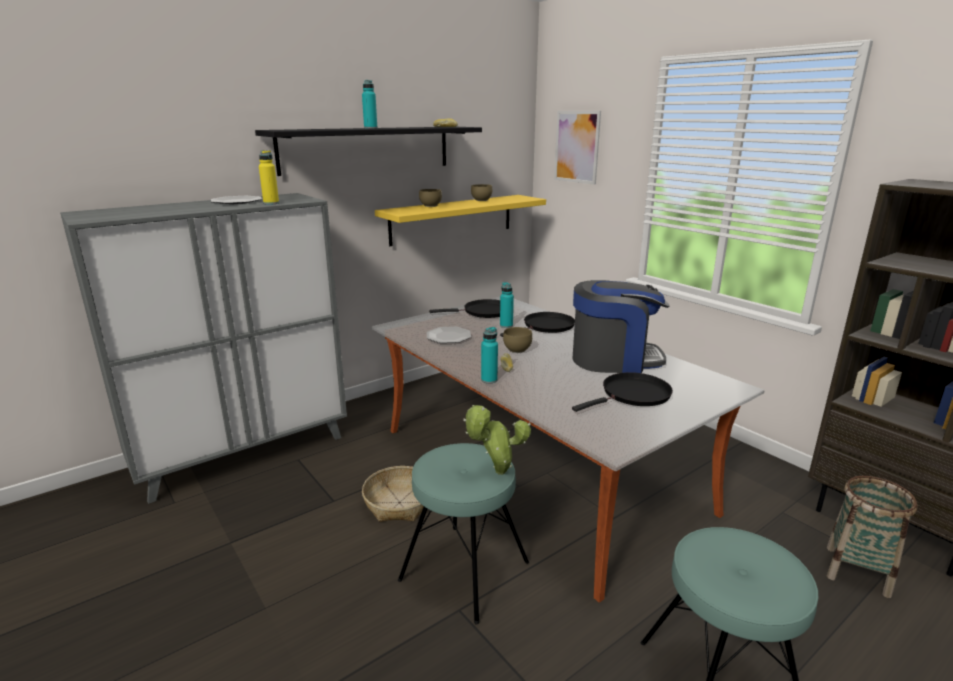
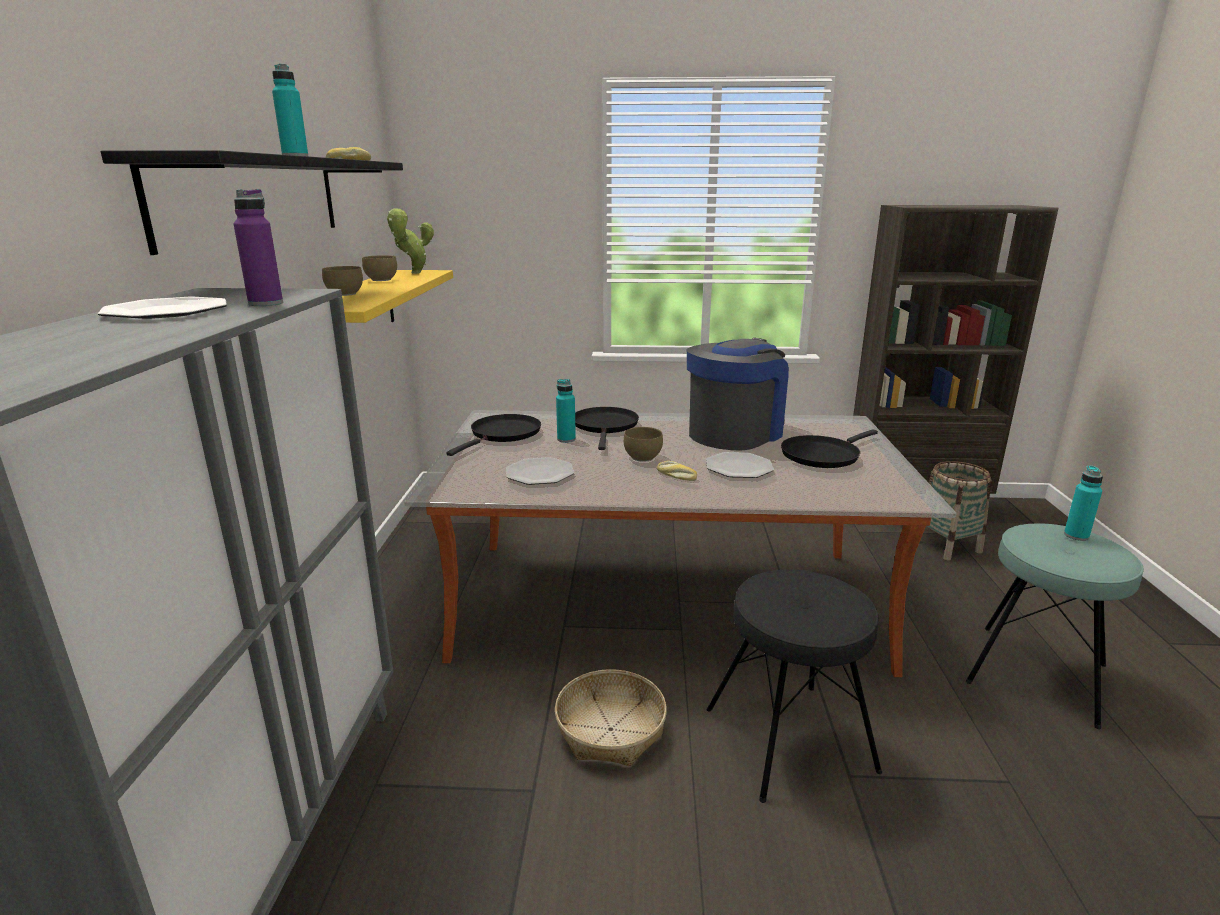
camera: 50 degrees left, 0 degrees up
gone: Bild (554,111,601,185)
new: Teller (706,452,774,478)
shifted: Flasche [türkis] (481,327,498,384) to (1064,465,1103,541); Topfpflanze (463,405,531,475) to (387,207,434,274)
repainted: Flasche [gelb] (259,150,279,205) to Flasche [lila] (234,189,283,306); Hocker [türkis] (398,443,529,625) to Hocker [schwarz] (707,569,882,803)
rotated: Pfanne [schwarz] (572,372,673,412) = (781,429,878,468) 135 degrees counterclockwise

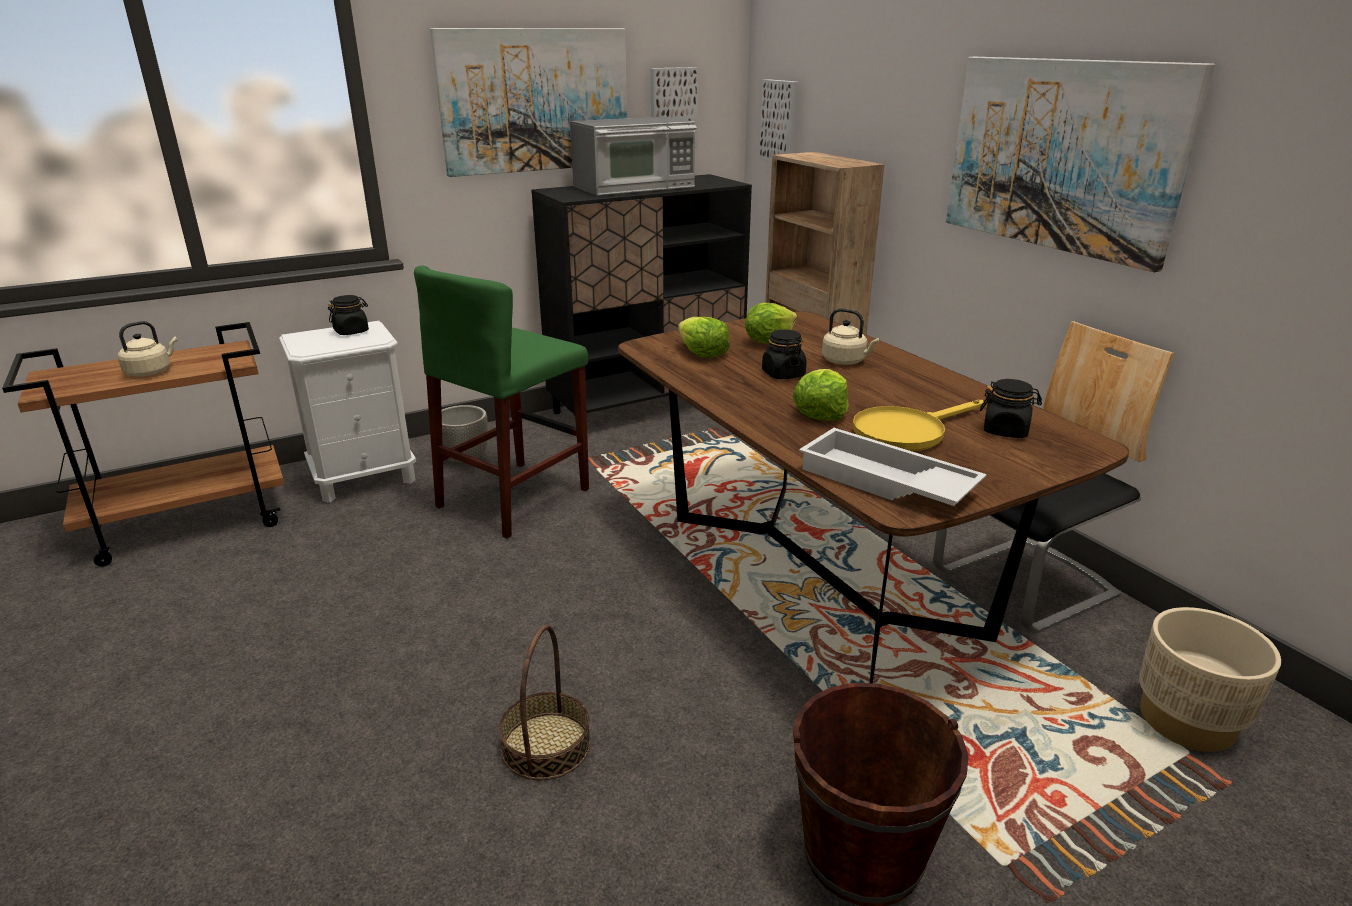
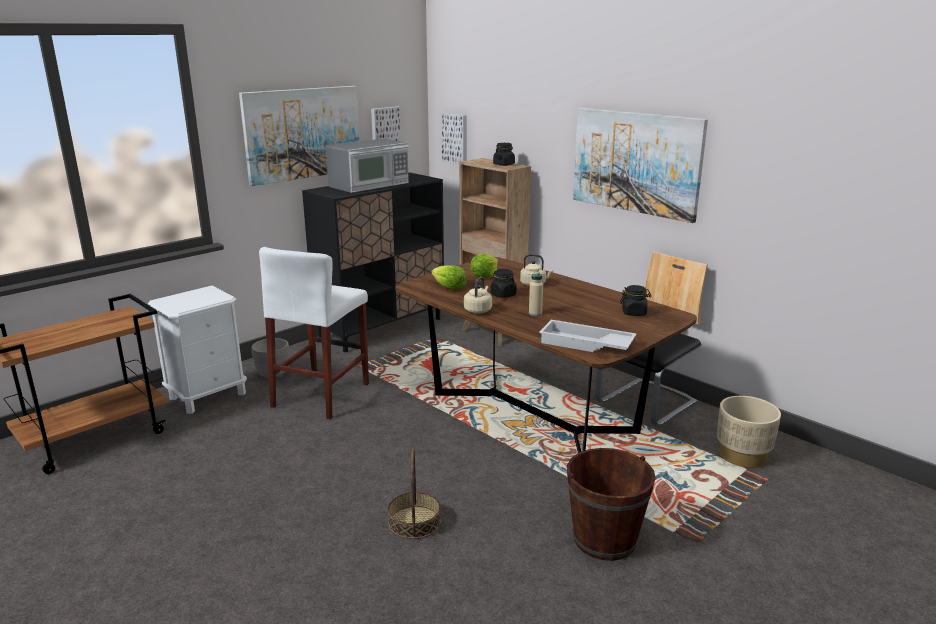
camera: 15 degrees left, 5 degrees down
gone: Pfanne [gelb] (853,400,983,451)
shifted: Vorratsglas [schwarz] (328,295,369,335) to (493,143,515,166); Wasserkessel [beige] (118,321,177,377) to (464,276,492,313)
swapped: Salatkopf (793,369,849,421) to Flasche [beige] (529,271,543,316)
repainted: Hocker [grün] (414,265,589,538) to Hocker [weiß] (259,247,369,419)

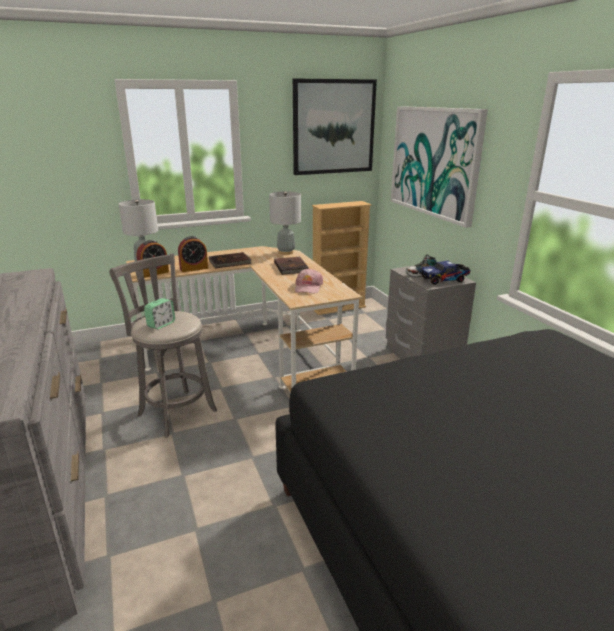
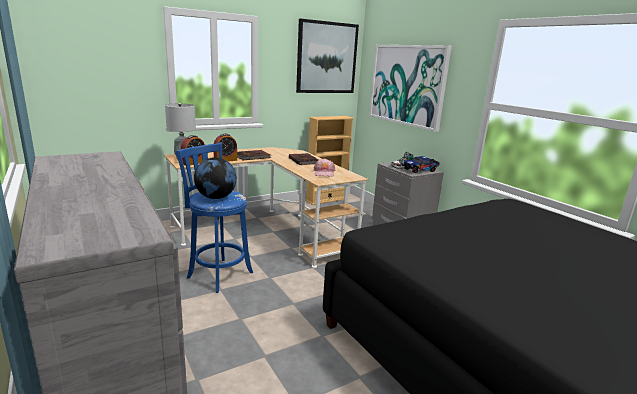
camera: 10 degrees left, 5 degrees down
gone: Tischlampe [grau] (269,191,301,255)
swapped: Wecker (144,298,175,329) to Globus (194,157,237,199)
repainted: Hocker [grau] (109,254,217,438) to Hocker [blau] (176,142,253,293)

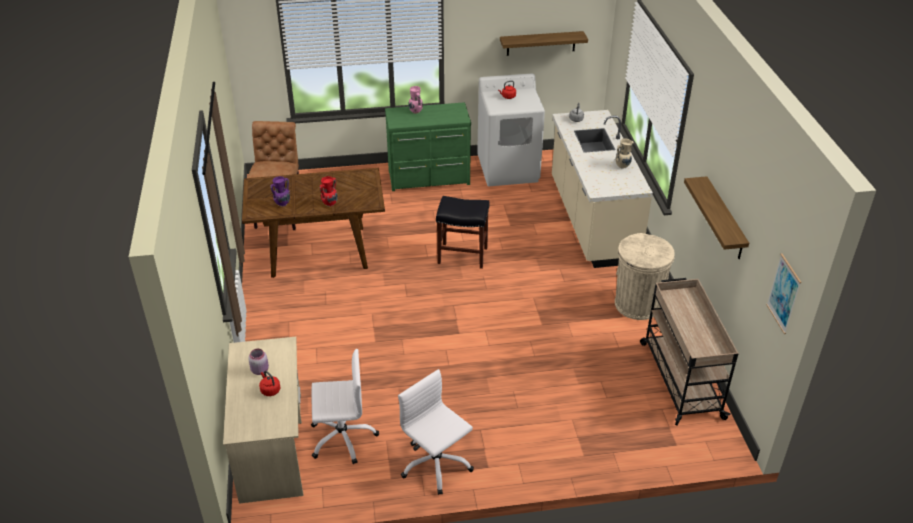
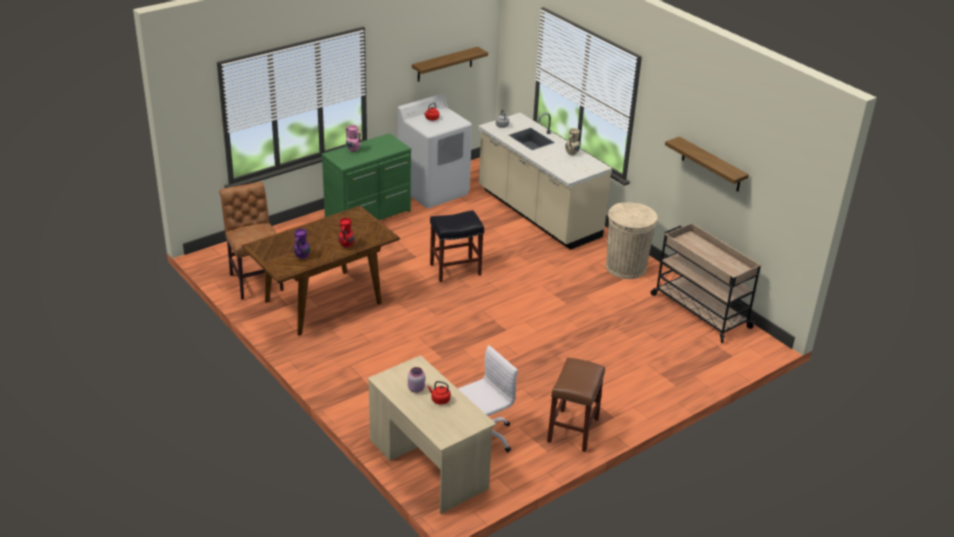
camera: 30 degrees left, 5 degrees down
gone: Bild (766,253,802,334)
swapped: Bürostuhl [weiß] (398,369,474,495) to Hocker [braun] (547,357,605,452)

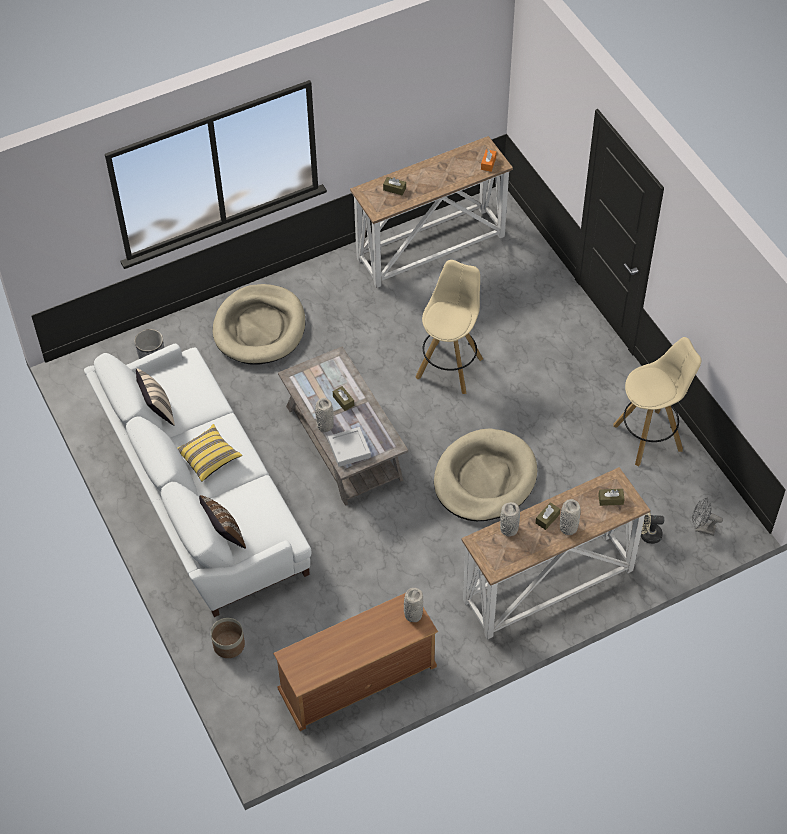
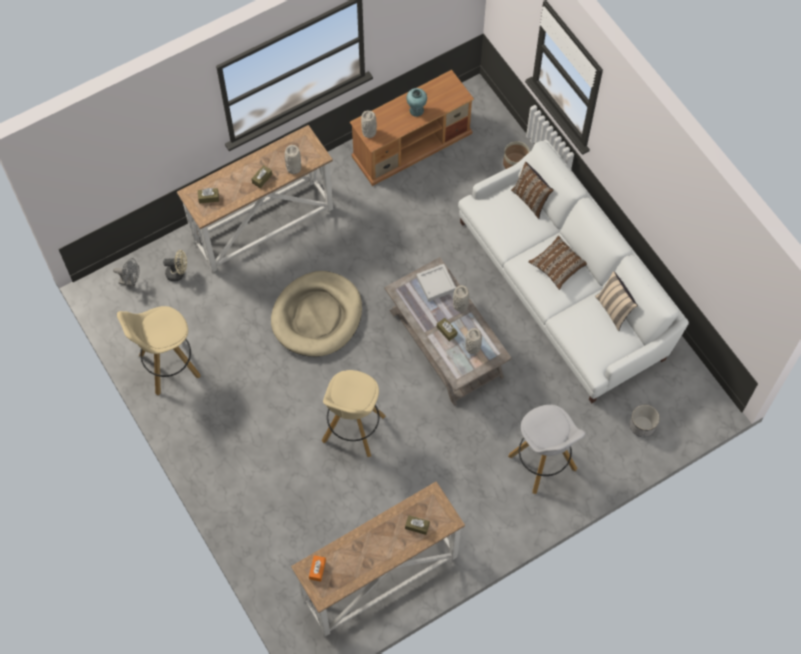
camera: 175 degrees right, 10 degrees up
new: Vase [türkis] (406,88,427,117)
shifted: Vase [grau] (560,499,580,535) to (465,328,482,354)
swapped: Hundebett [beige] (213,284,306,365) to Hocker [weiß] (508,405,586,494)
repainted: Kissen [gelb] (177,424,242,482) to Kissen [braun] (528,236,587,290)

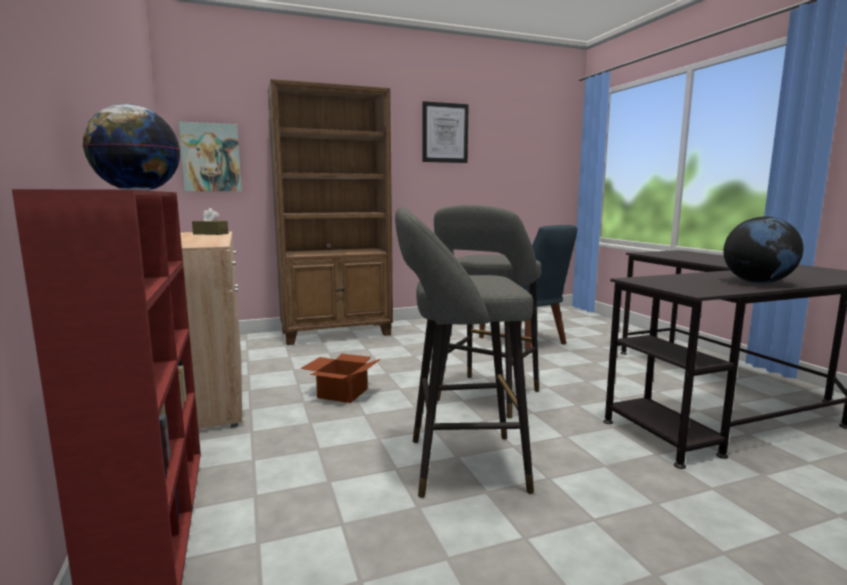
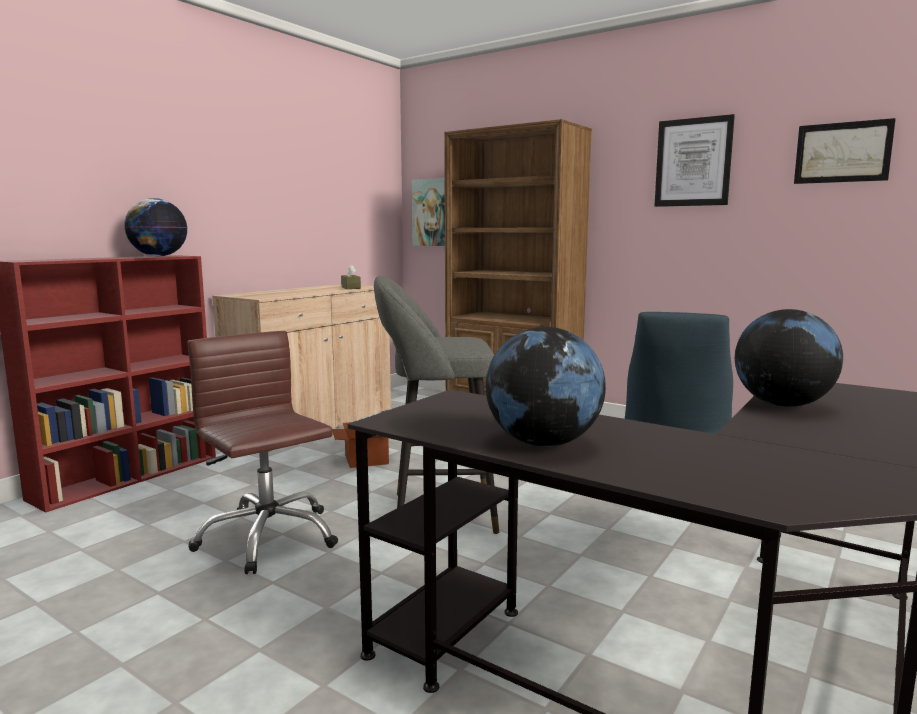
camera: 55 degrees right, 0 degrees up
new: Bild (794,118,896,184); Globus (735,309,843,407)
swapped: Hocker [grau] (395,207,534,498) to Bürostuhl [braun] (187,331,338,574)

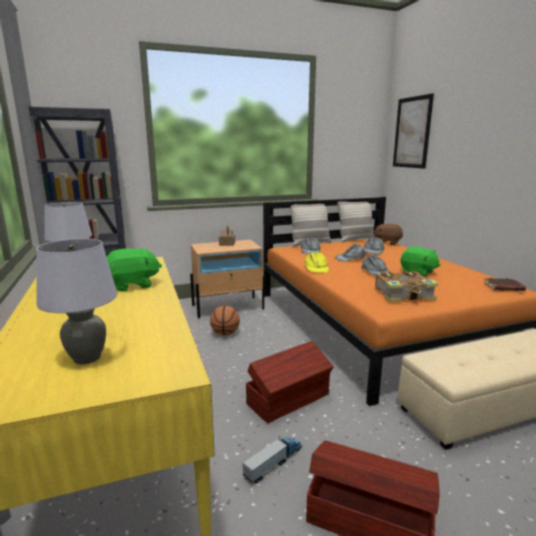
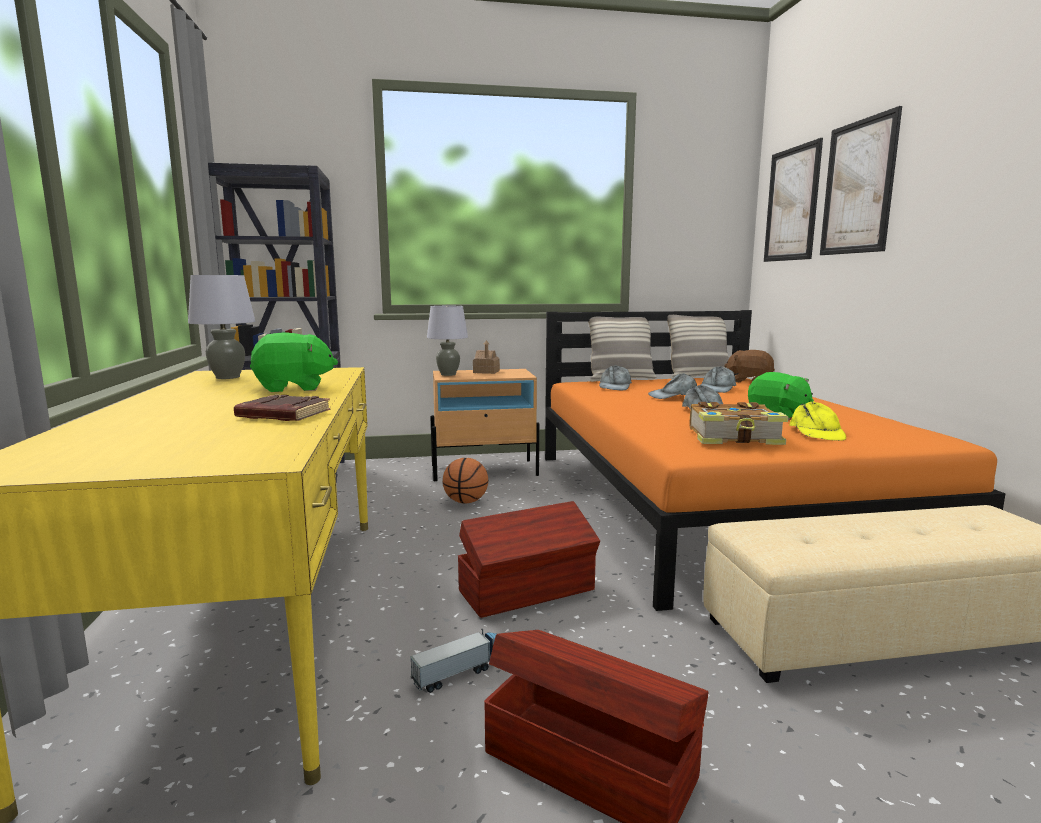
camera: 10 degrees right, 5 degrees down
new: Bild (820,106,902,255)
shifted: Tischlampe [grau] (36,238,117,364) to (427,306,468,376); Kappe [gelb] (304,252,329,273) to (789,401,846,441); Buch [braun] (484,278,526,291) to (234,394,331,421)

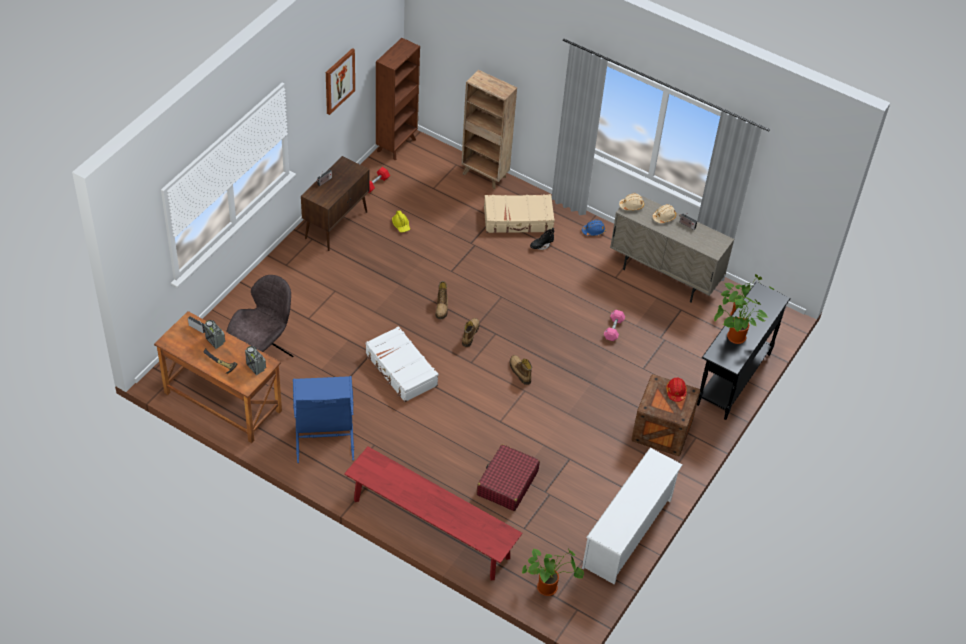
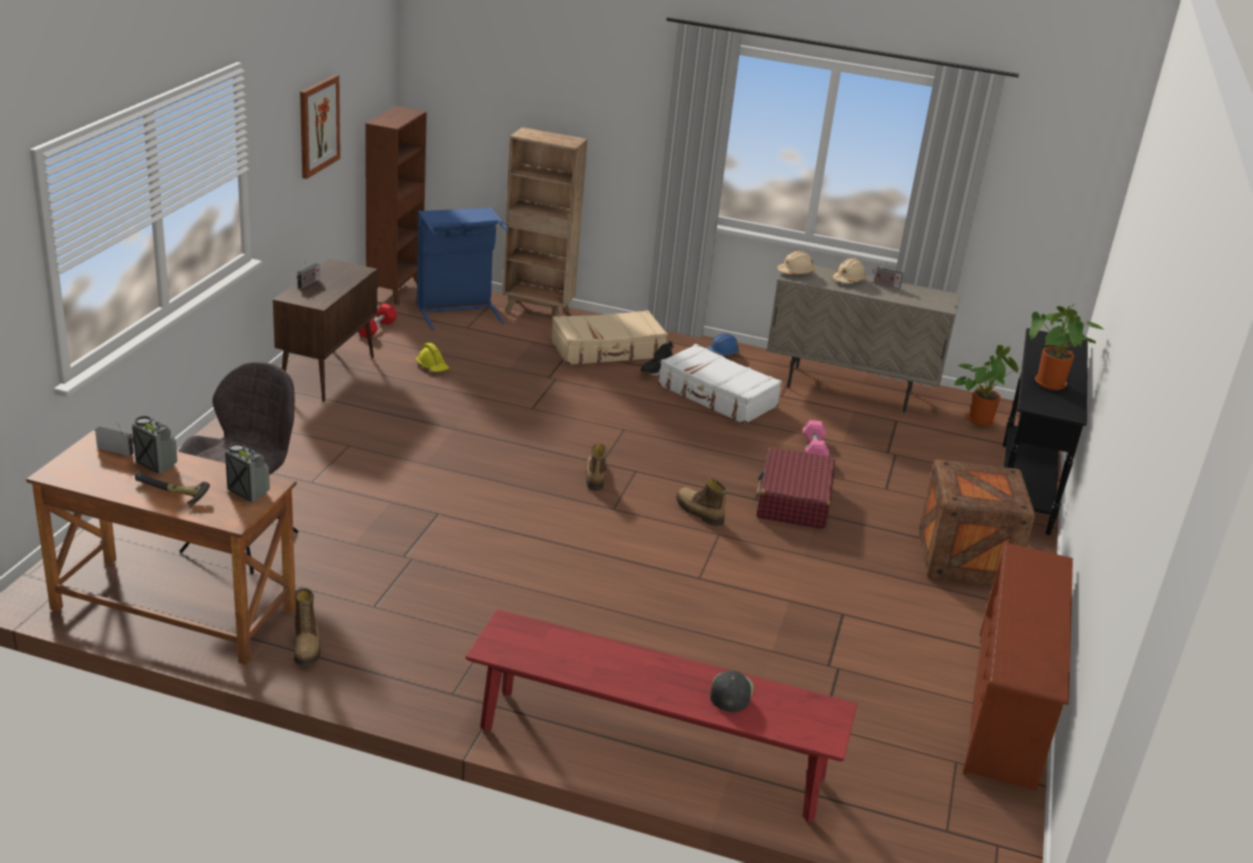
camera: 15 degrees left, 20 degrees down
gone: Schutzhelm [rot] (666,377,687,402); Topfpflanze (522,548,584,596)
new: Kappe [schwarz] (710,670,754,712)
shifted: Stiefel (435,281,448,319) to (294,588,321,666); Koffer [weiß] (365,326,439,402) to (658,344,782,424); Wäschekorb [blau] (293,376,354,463) to (416,207,509,330); Koffer [rot] (477,444,540,511) to (756,448,835,529)
repainted: Schuhregal [weiß] (582,448,683,584) to Schuhregal [braun] (963,542,1073,791)

